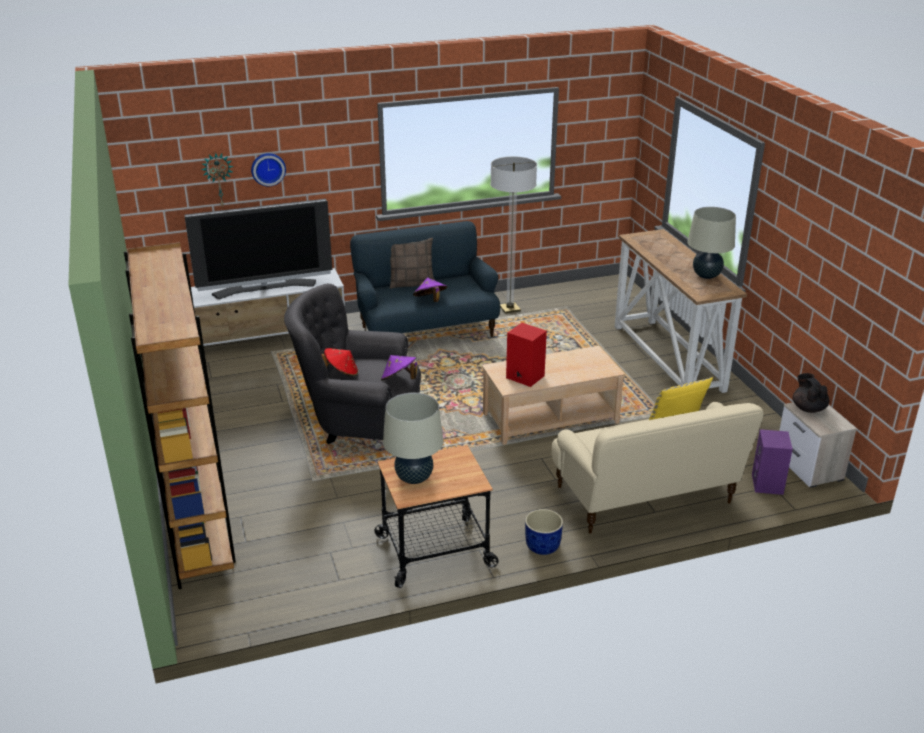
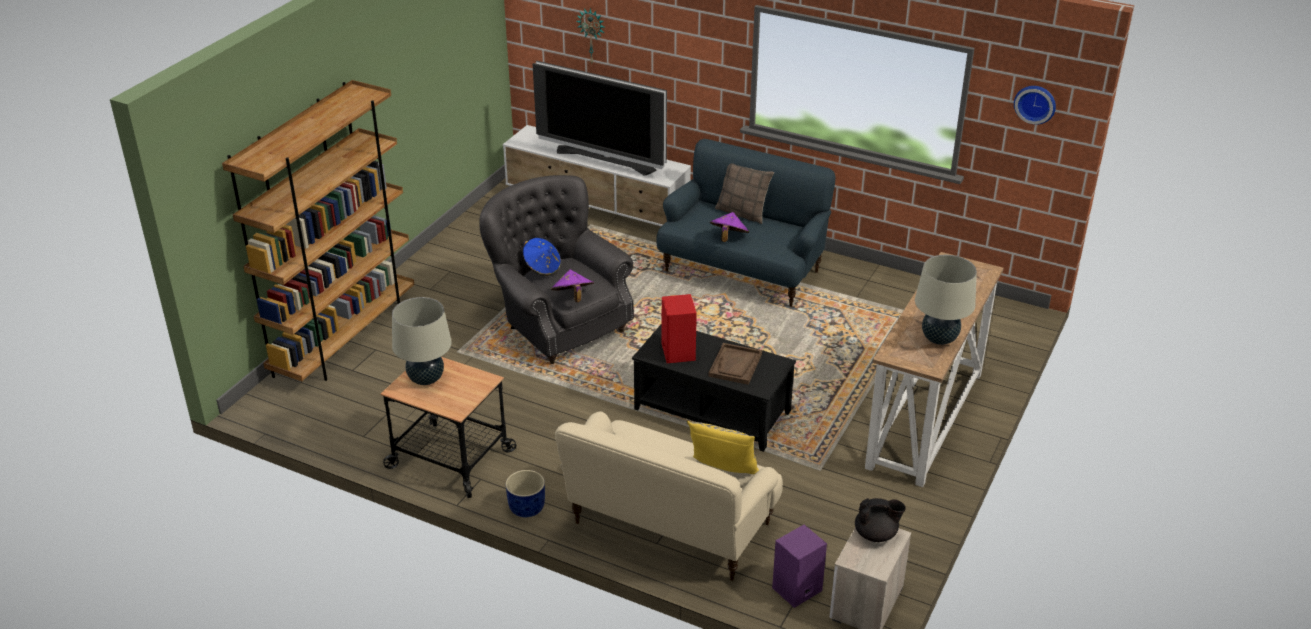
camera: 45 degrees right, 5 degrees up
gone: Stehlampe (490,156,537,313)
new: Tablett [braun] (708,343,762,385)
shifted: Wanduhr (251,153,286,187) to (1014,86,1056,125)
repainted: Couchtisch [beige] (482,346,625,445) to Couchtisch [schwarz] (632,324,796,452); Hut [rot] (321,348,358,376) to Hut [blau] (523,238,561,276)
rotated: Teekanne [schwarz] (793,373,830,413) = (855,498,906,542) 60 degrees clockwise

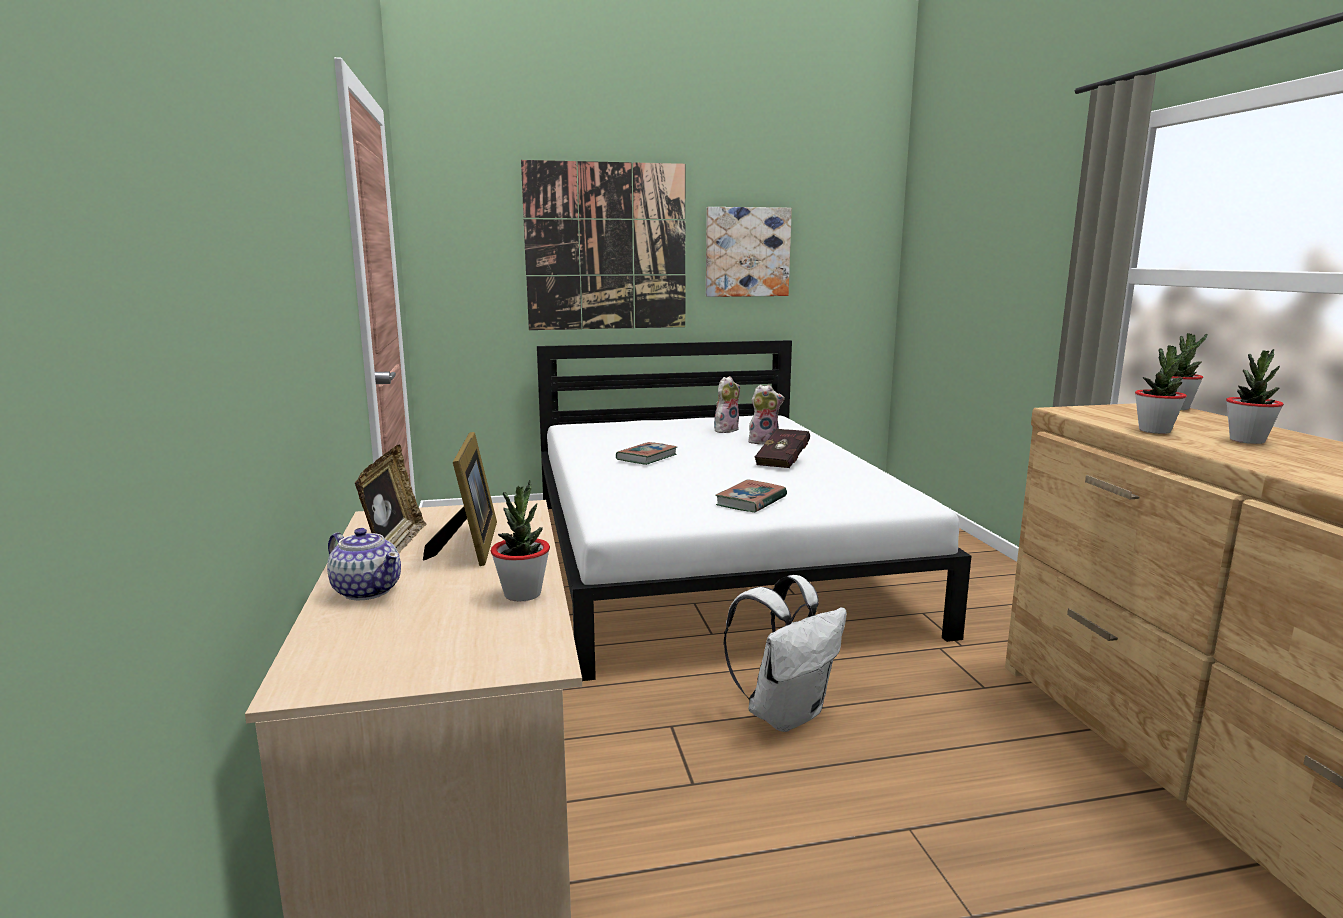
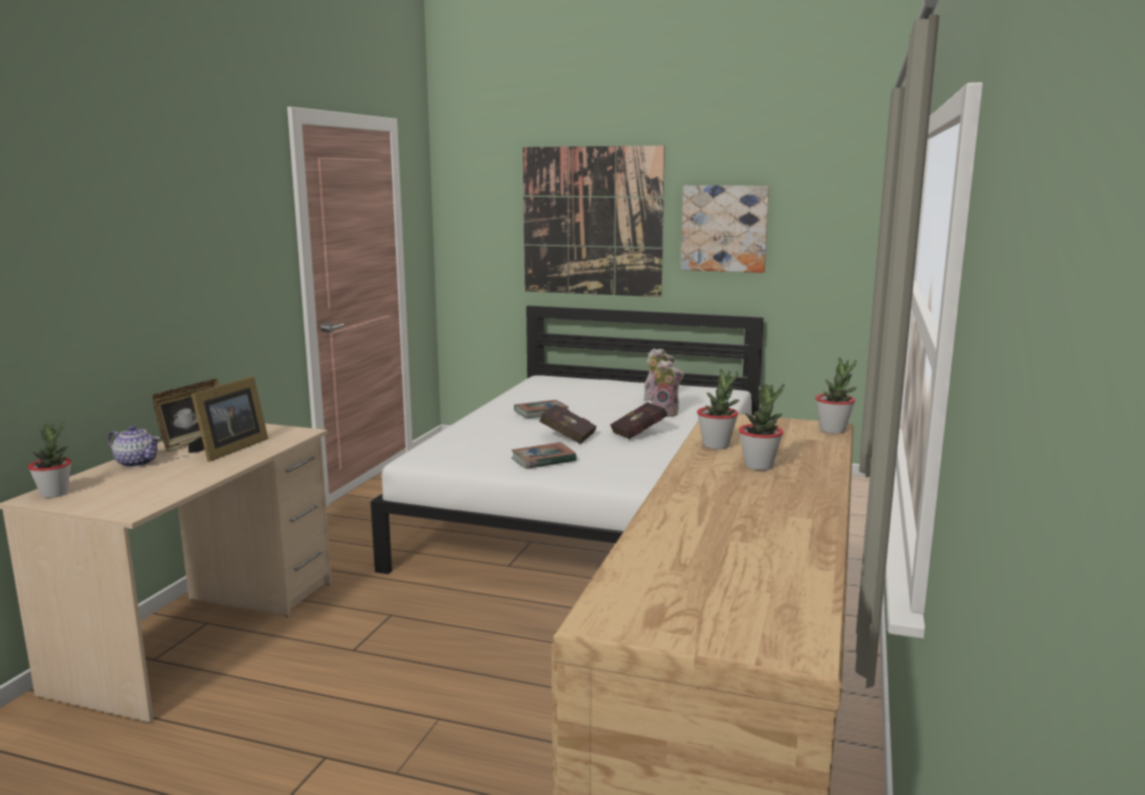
camera: 30 degrees right, 0 degrees up
gone: Rucksack [weiß] (723,575,847,732)
new: Buch [rot] (539,404,596,444)
shifted: Topfpflanze (491,480,550,601) to (28,421,72,498)
rotated: Teekanne (327,528,401,600) = (108,425,160,468) 45 degrees counterclockwise

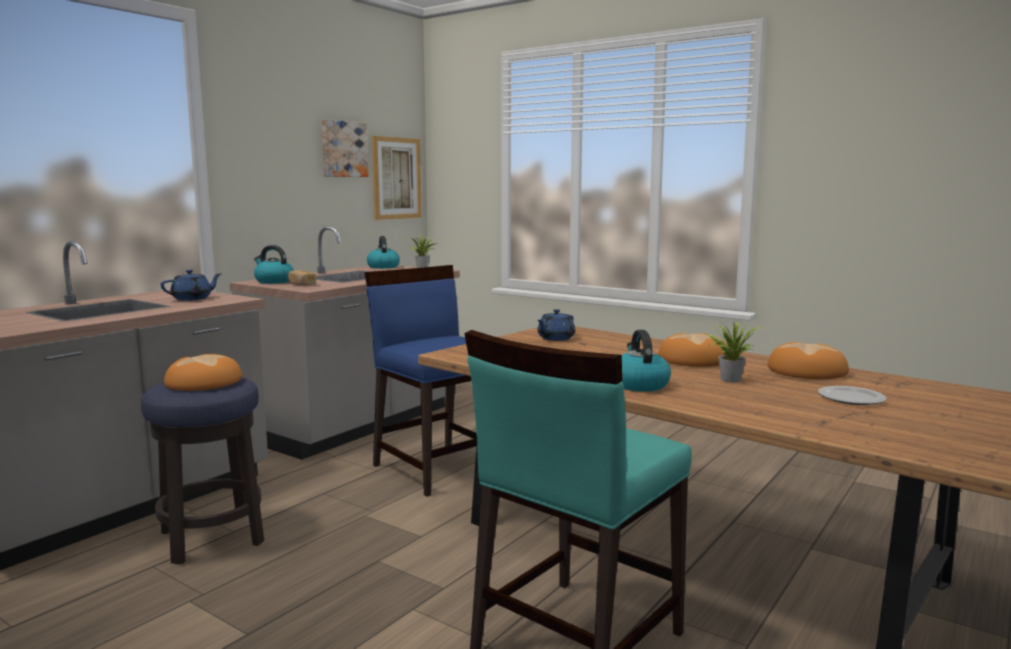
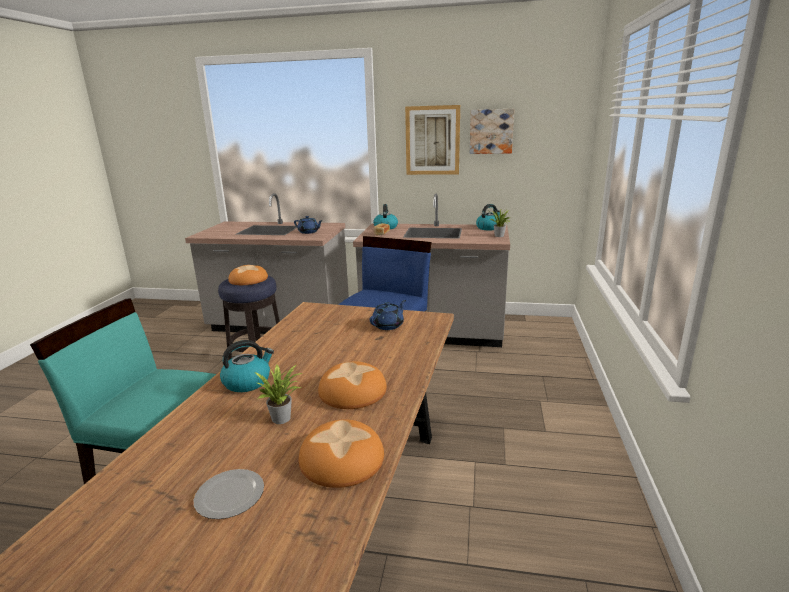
camera: 65 degrees right, 10 degrees up
shifted: Bild (372,136,422,220) to (405,105,460,175)
rotated: Teekanne [blau] (537,309,575,341) = (370,300,406,330) 120 degrees clockwise

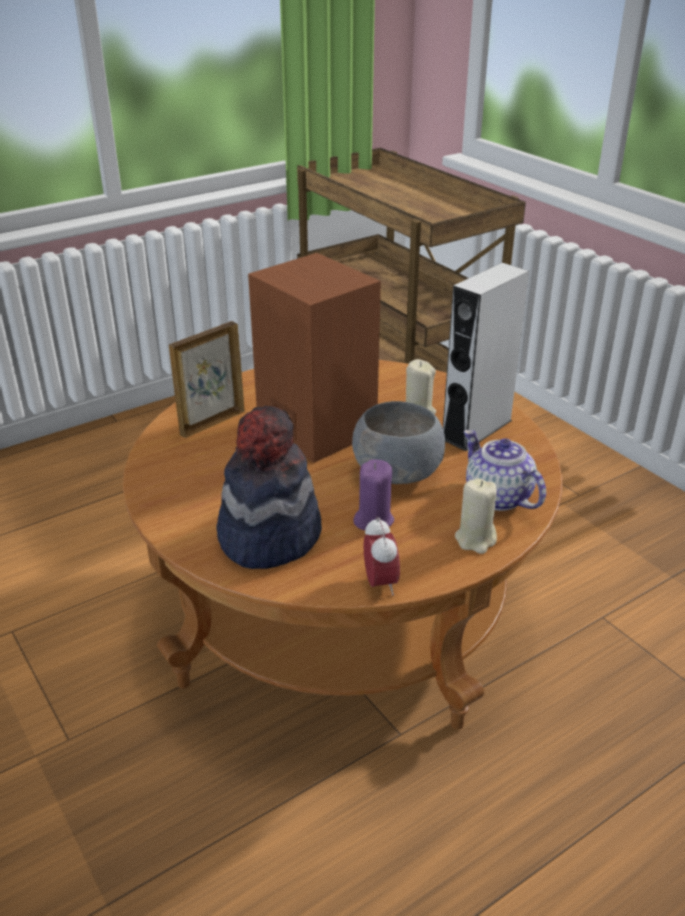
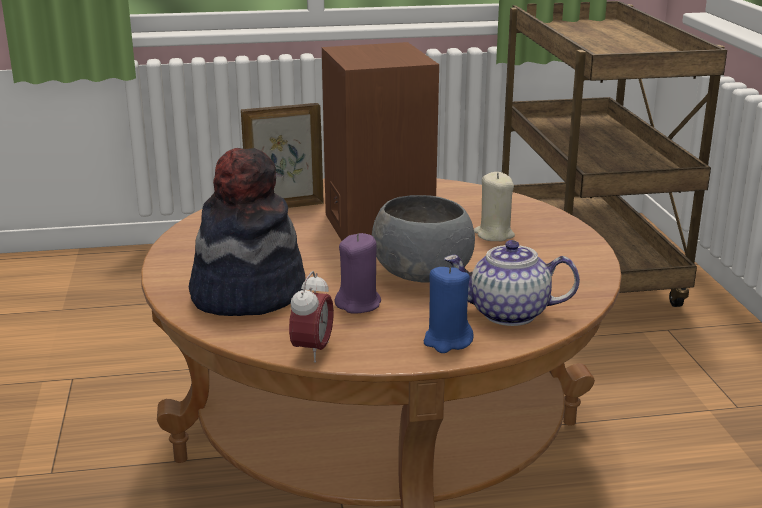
camera: 25 degrees right, 10 degrees down
gone: Lautsprecher [grau] (443,262,529,451)
repainted: Kerze [beige] (455,478,497,554) to Kerze [blau] (424,266,474,353)
rotated: Teekanne (464,430,546,511) = (444,240,580,326) 75 degrees counterclockwise

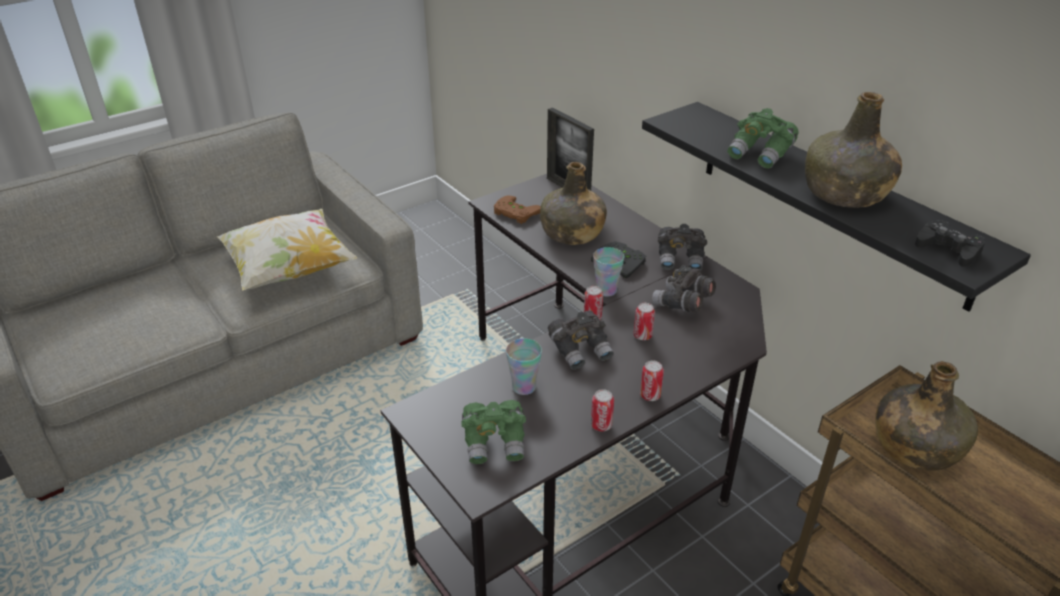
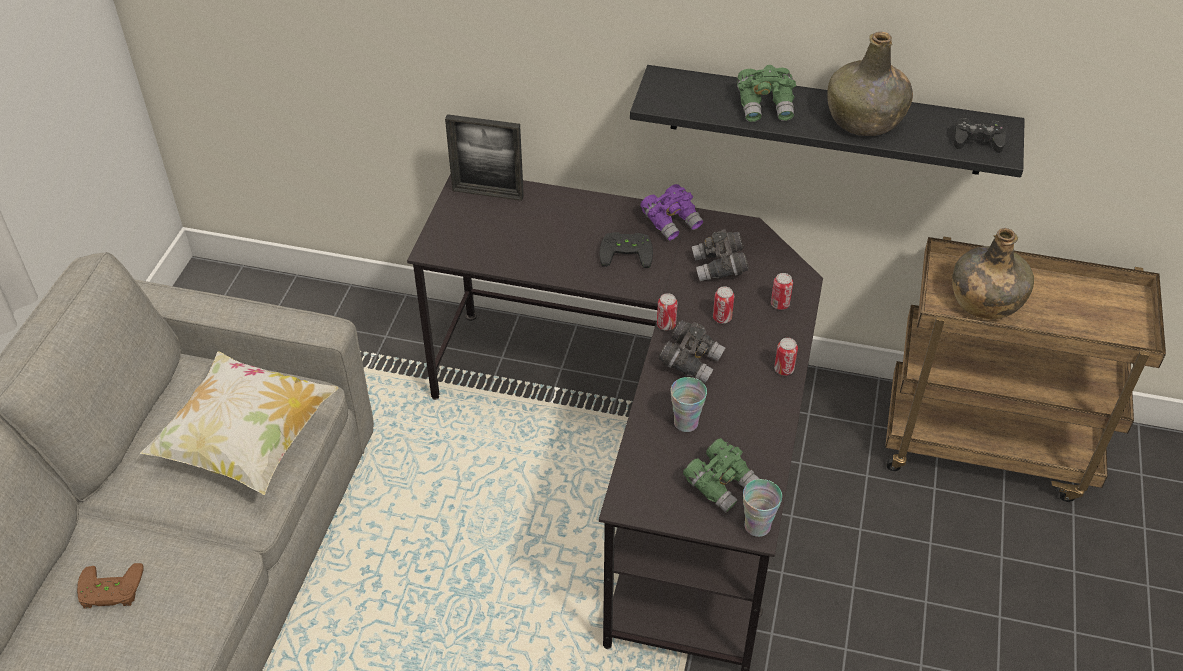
camera: 40 degrees left, 10 degrees up
gone: Flasche [grün] (540,162,607,245)
shifted: Gamepad [braun] (494,196,541,224) to (77,563,144,609); Tasse (593,247,624,297) to (743,479,782,537); Dose (591,389,614,431) to (771,273,793,310)
repainted: Fernglas [grau] (658,224,707,271) to Fernglas [lila] (640,184,703,241)

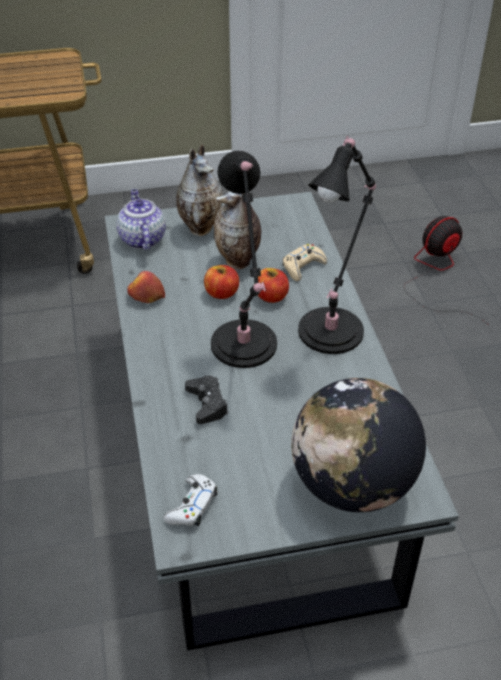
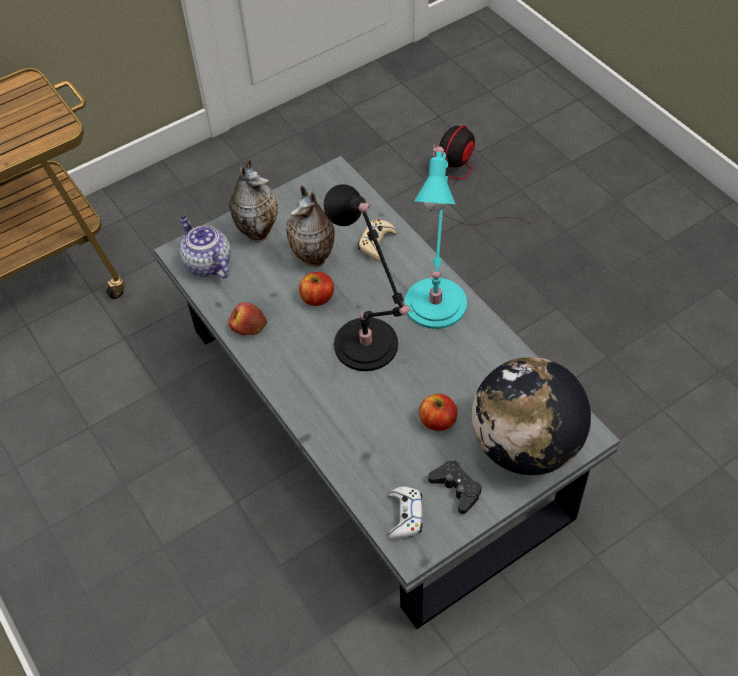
camera: 20 degrees left, 10 degrees up
shifted: Apfel (254,268,289,303) to (419,394,458,431); Gamepad [schwarz] (185,376,229,424) to (428,460,482,514)
repainted: Tischlampe [schwarz] (298,136,376,354) to Tischlampe [türkis] (405,144,467,329)

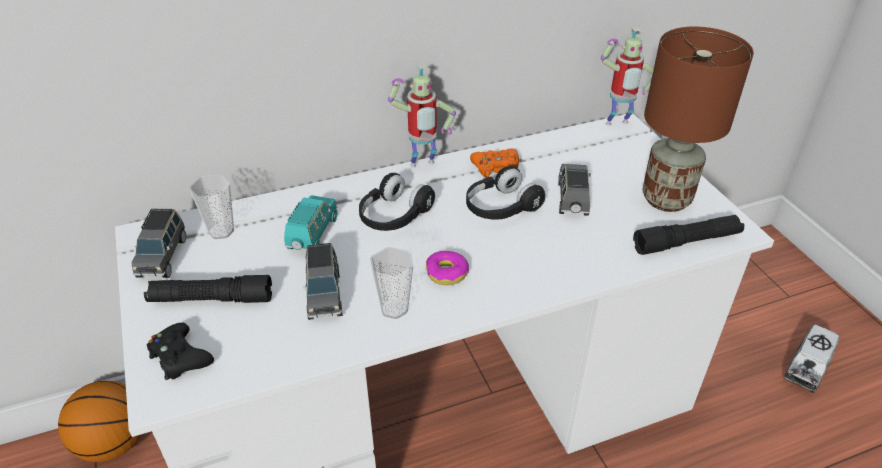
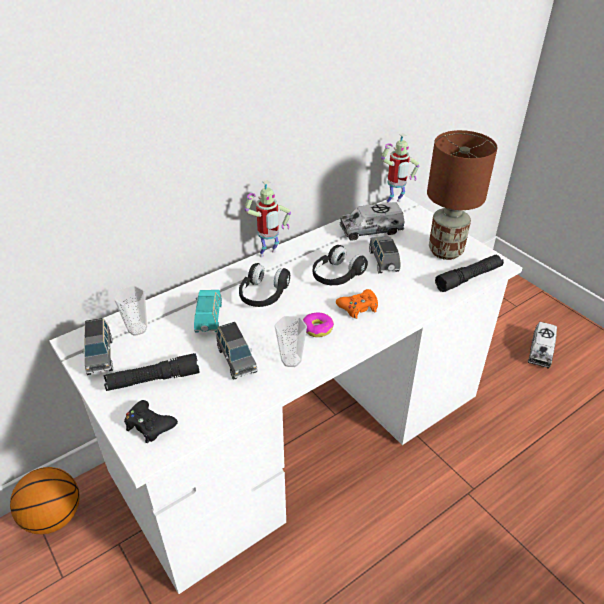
camera: 15 degrees left, 0 degrees up
new: Spielzeuglaster (340,202,404,240)
shifted: Gamepad [orange] (470,149,519,178) to (336,289,378,319)

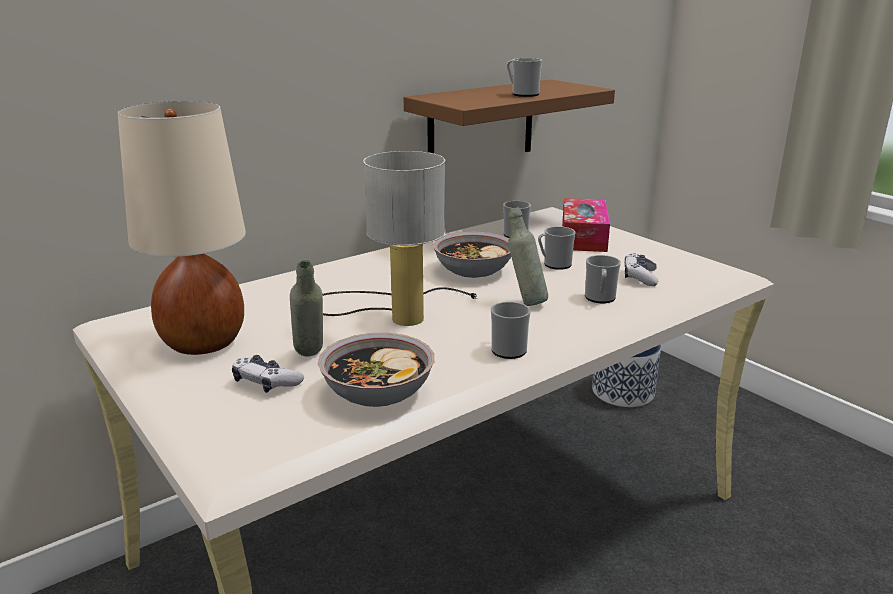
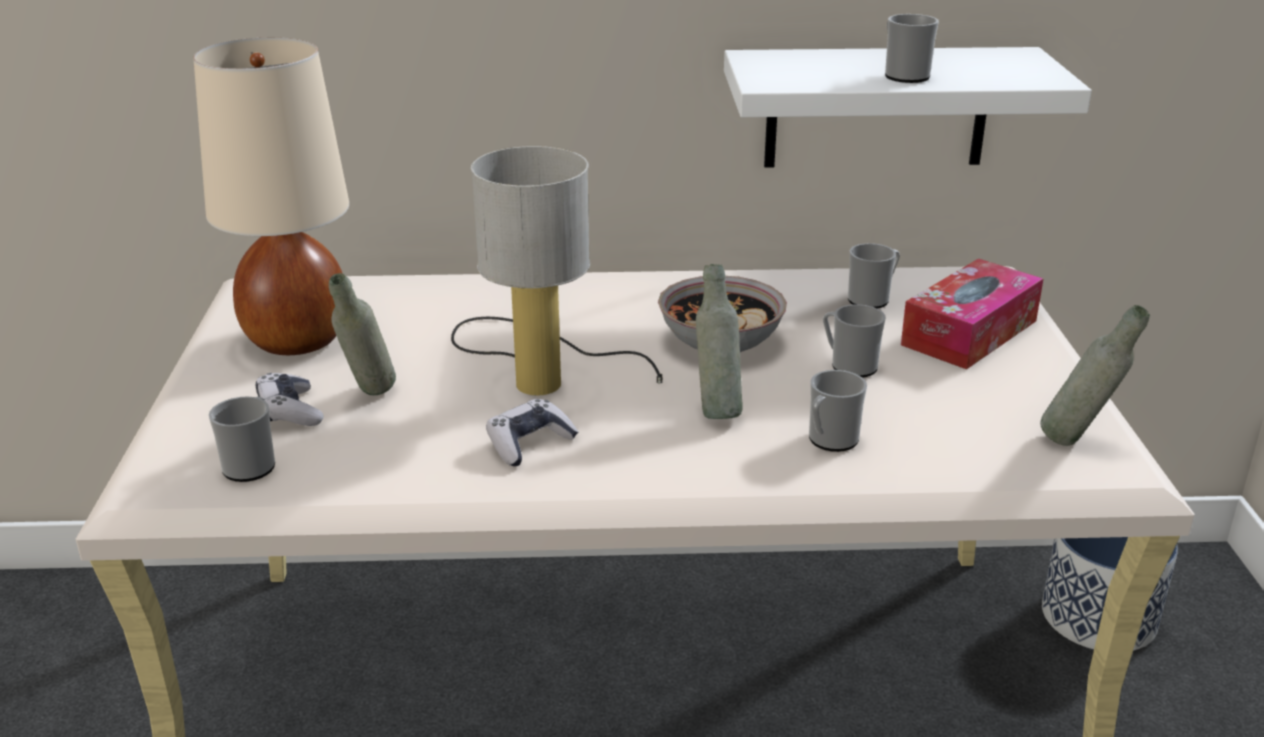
camera: 35 degrees right, 5 degrees up
gone: Schüssel (318,333,434,407)
new: Flasche [grau] (1040,305,1150,446)
shifted: Gamepad (625,253,658,286) to (486,399,578,466); Henkelbecher (491,302,531,359) to (209,396,275,482)
repainted: Wandregal [braun] (404,80,615,153) to Wandregal [weiß] (724,47,1092,167)

